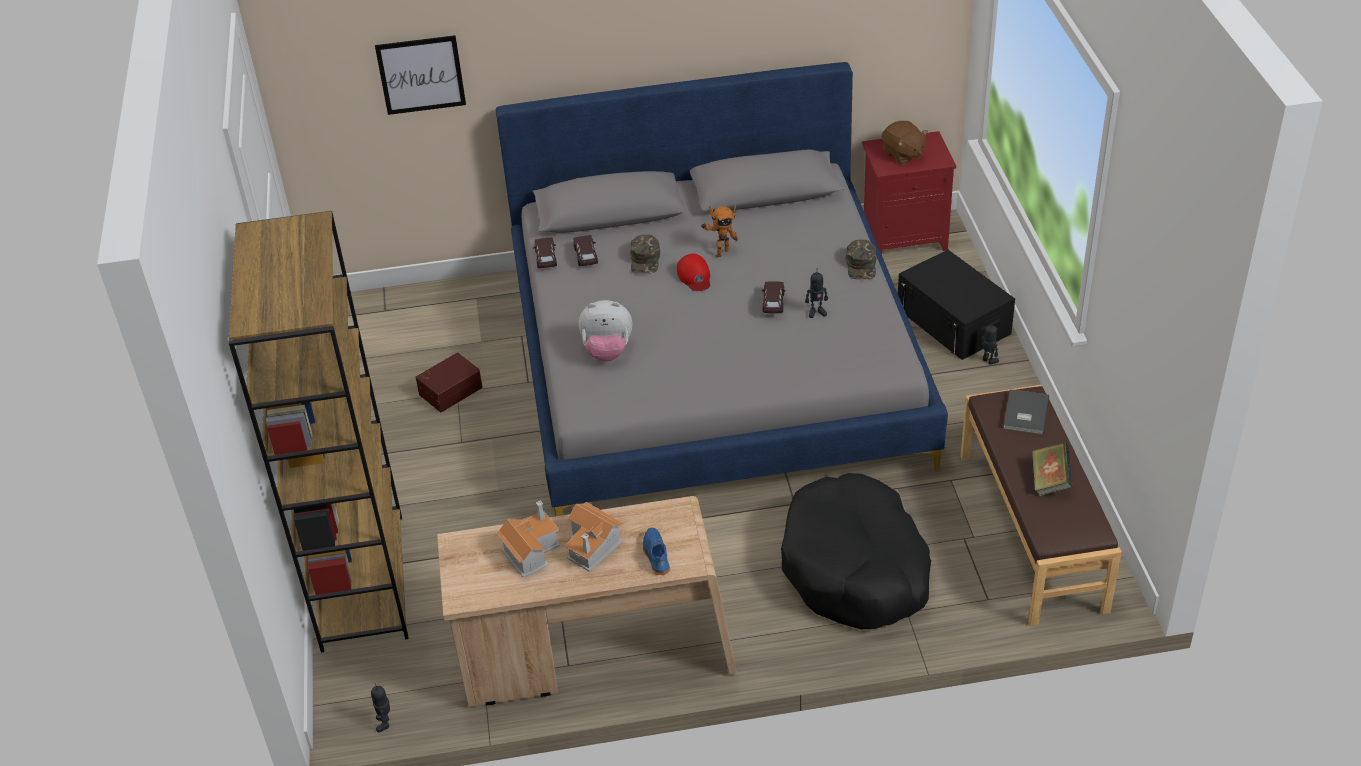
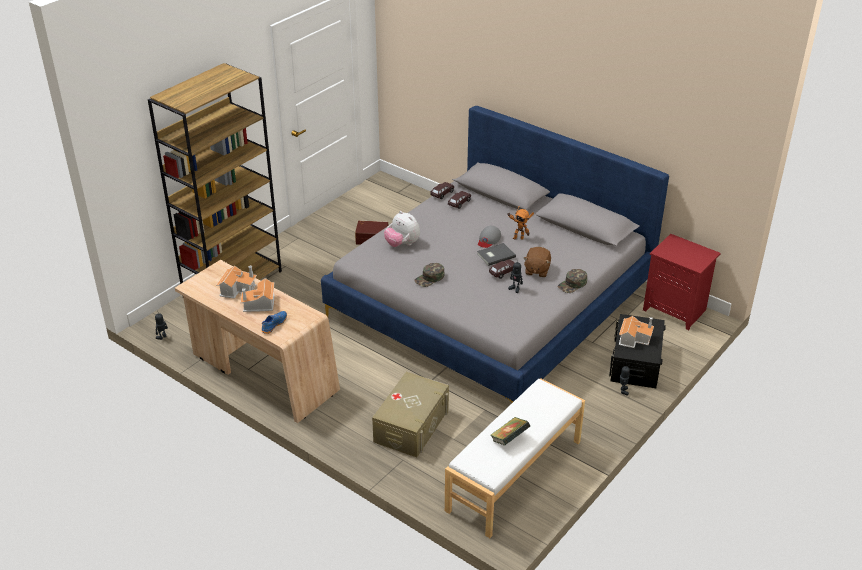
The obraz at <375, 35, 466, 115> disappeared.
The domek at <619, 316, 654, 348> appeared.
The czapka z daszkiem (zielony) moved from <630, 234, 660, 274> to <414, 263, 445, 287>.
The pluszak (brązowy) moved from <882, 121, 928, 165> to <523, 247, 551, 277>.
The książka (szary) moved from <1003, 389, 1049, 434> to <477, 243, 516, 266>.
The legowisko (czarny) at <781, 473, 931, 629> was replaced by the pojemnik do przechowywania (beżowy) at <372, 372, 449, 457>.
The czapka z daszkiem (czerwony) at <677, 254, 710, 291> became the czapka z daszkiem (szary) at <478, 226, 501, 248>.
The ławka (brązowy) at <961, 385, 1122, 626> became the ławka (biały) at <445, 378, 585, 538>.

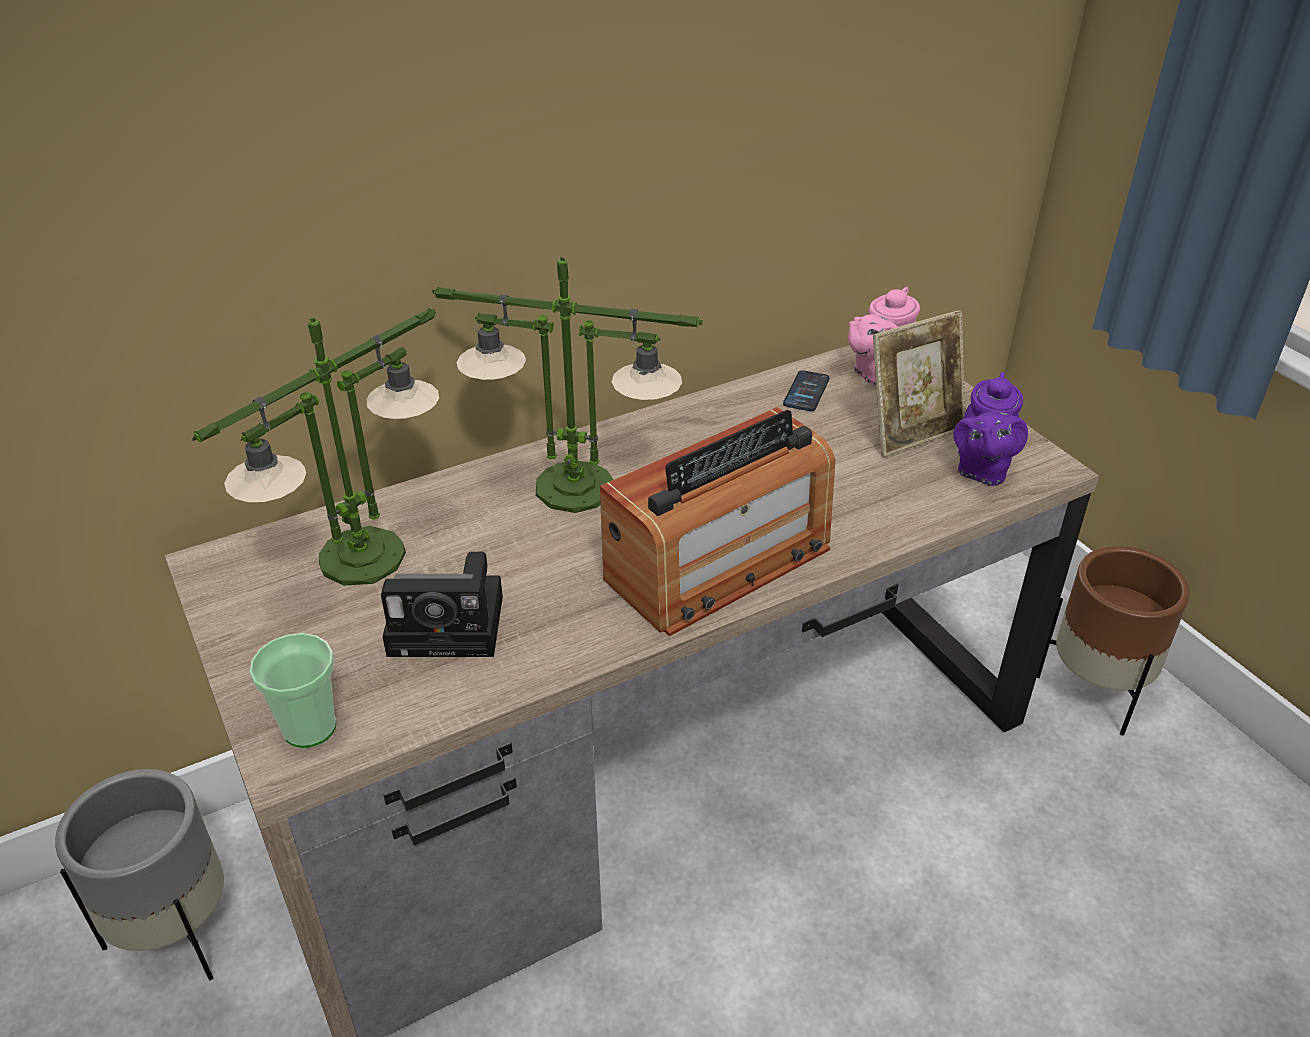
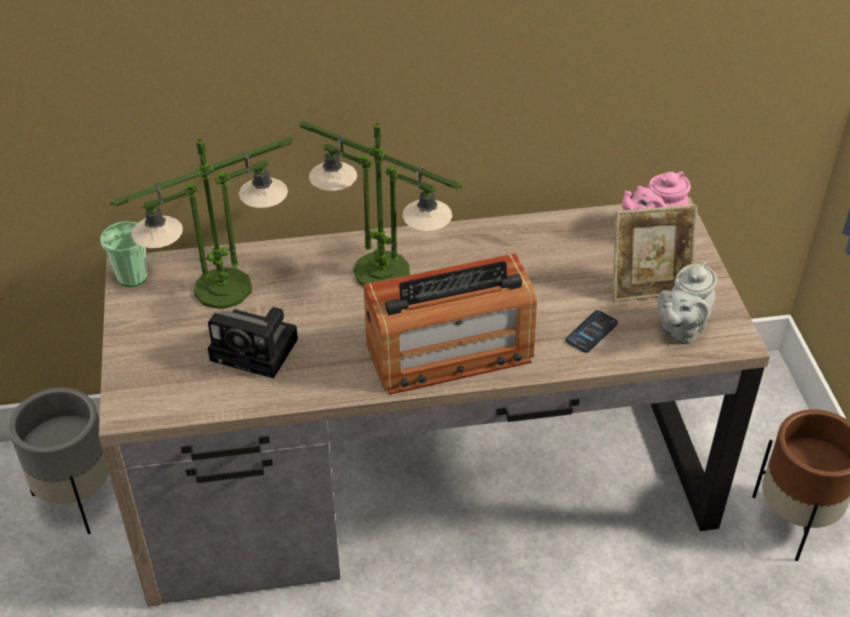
The filiżanka moved from <250, 633, 336, 748> to <101, 221, 148, 287>.
The telefon moved from <783, 370, 829, 411> to <566, 310, 618, 353>.
The imbryk (fioletowy) at <953, 372, 1028, 486> became the imbryk (szary) at <658, 262, 717, 344>.

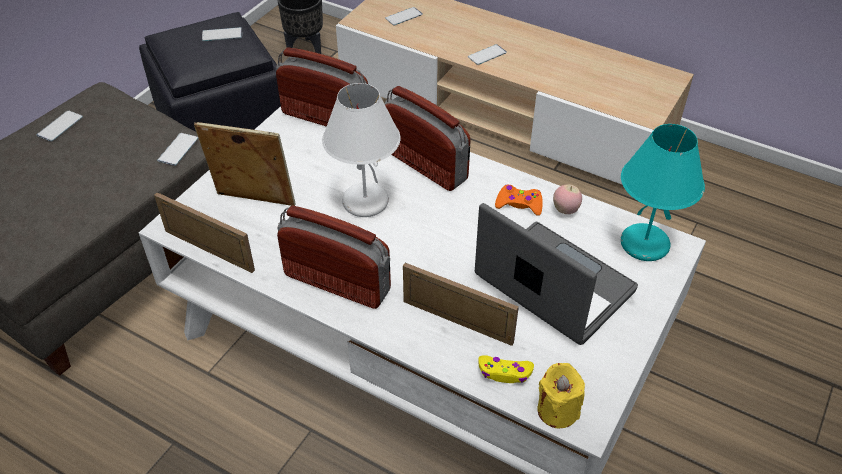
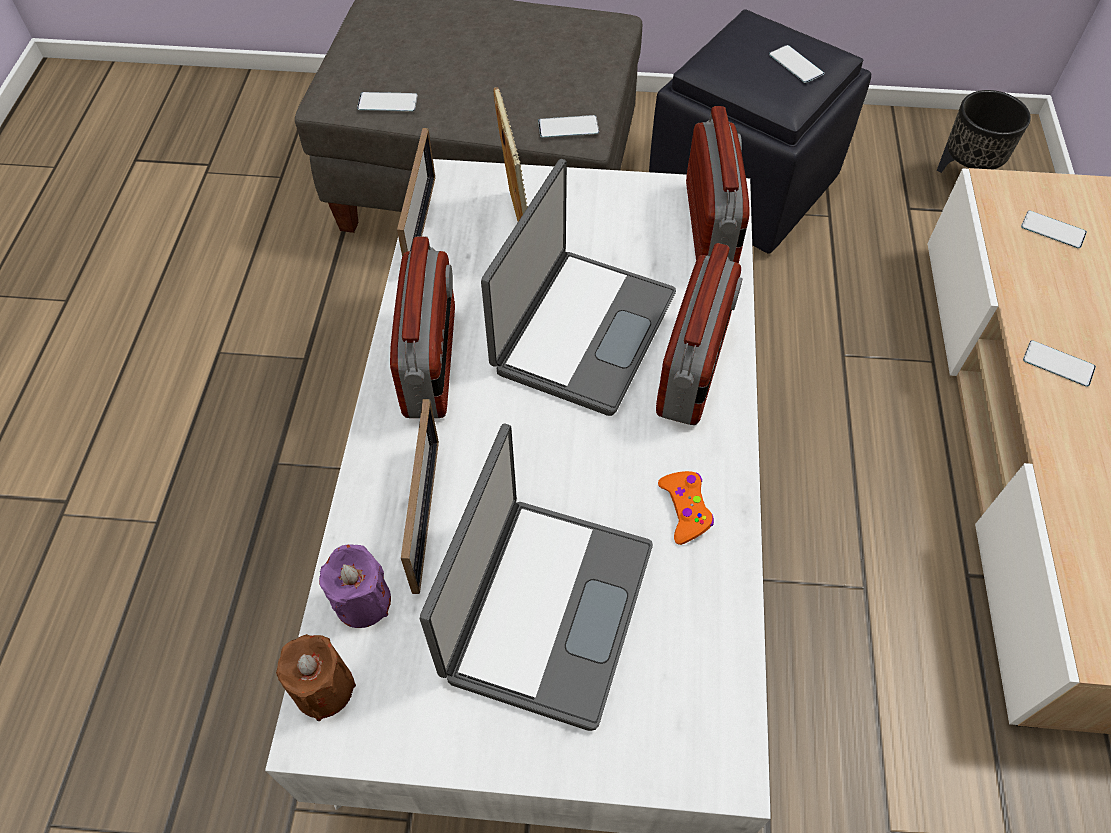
The jabłko at <553, 184, 582, 214> disappeared.
The lampa stołowa (turkusowy) at <621, 124, 705, 261> disappeared.
The telefon moved from <37, 110, 83, 142> to <357, 92, 418, 112>.
The lampa stołowa (biały) at <322, 83, 401, 217> was replaced by the laptop at <481, 159, 676, 416>.
The pad do gier (żółty) at <478, 355, 534, 383> was replaced by the świeca (fioletowy) at <319, 544, 391, 628>.
The świeca (żółty) at <537, 363, 585, 428> became the świeca (brązowy) at <276, 634, 356, 721>.

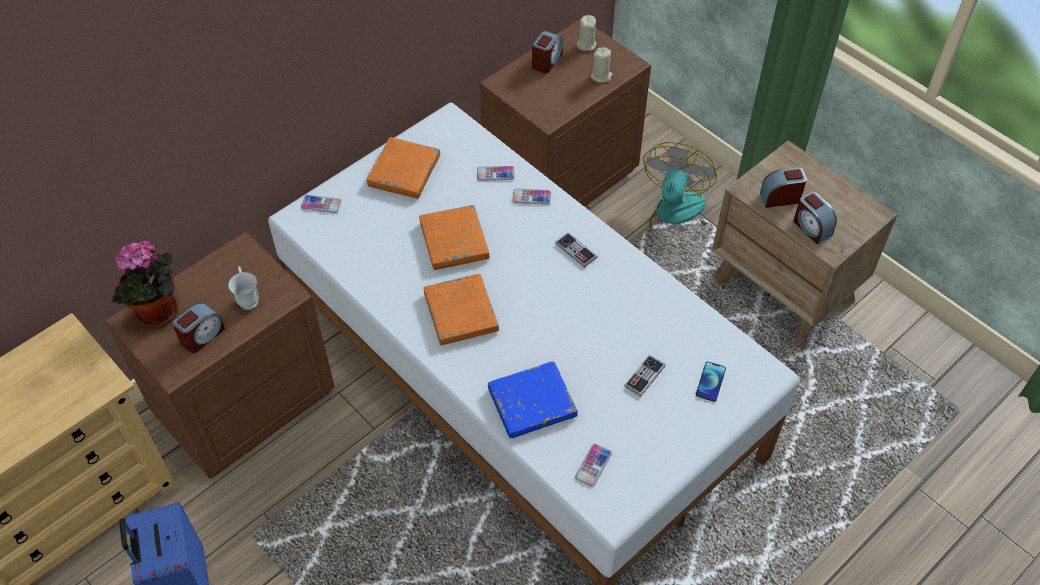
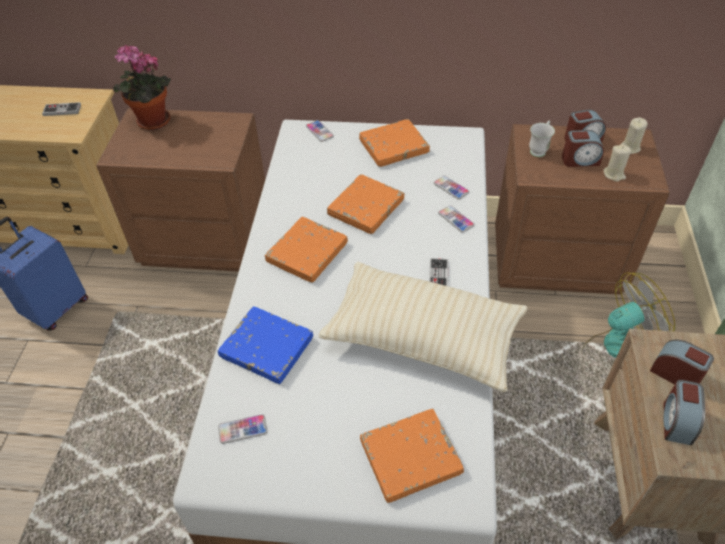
The poduszka (beżowy) at <319, 262, 527, 392> appeared.
The budzik moved from <172, 302, 225, 353> to <562, 130, 604, 167>.
The kubek (biały) moved from <228, 266, 259, 310> to <529, 120, 555, 157>.
The pad do gier moved from <624, 355, 666, 397> to <42, 102, 81, 116>.
The telefon at <696, 362, 726, 402> was replaced by the książka (pomarańczowy) at <360, 409, 464, 503>.

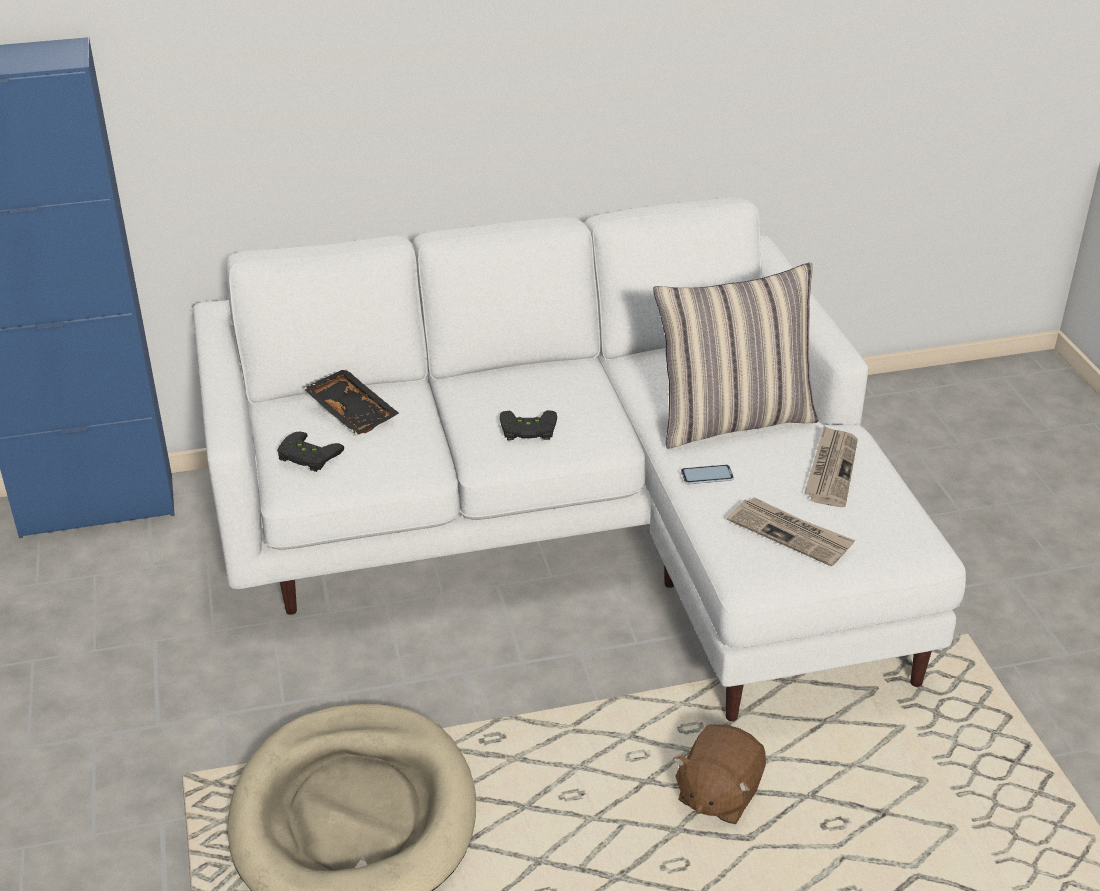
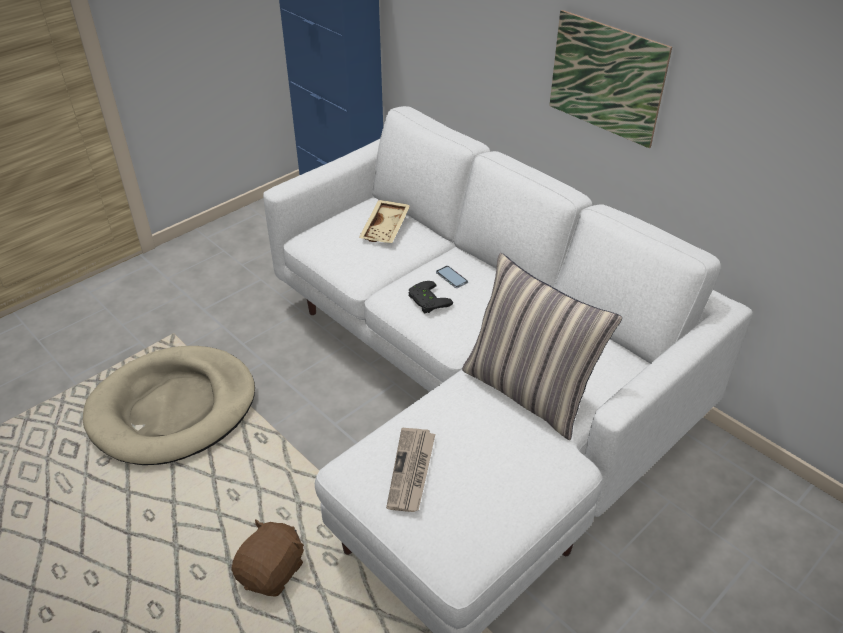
The pad do gier (czarny) at <277, 432, 344, 472> disappeared.
The gazeta at <804, 425, 858, 507> disappeared.
The obraz at <549, 10, 672, 148> appeared.
The telefon moved from <681, 465, 734, 484> to <436, 266, 468, 288>.
The taca (czarny) at <303, 369, 399, 435> became the taca (beżowy) at <359, 200, 410, 243>.
The pluszak (brązowy) at <673, 725, 766, 824> turned 120 degrees clockwise.

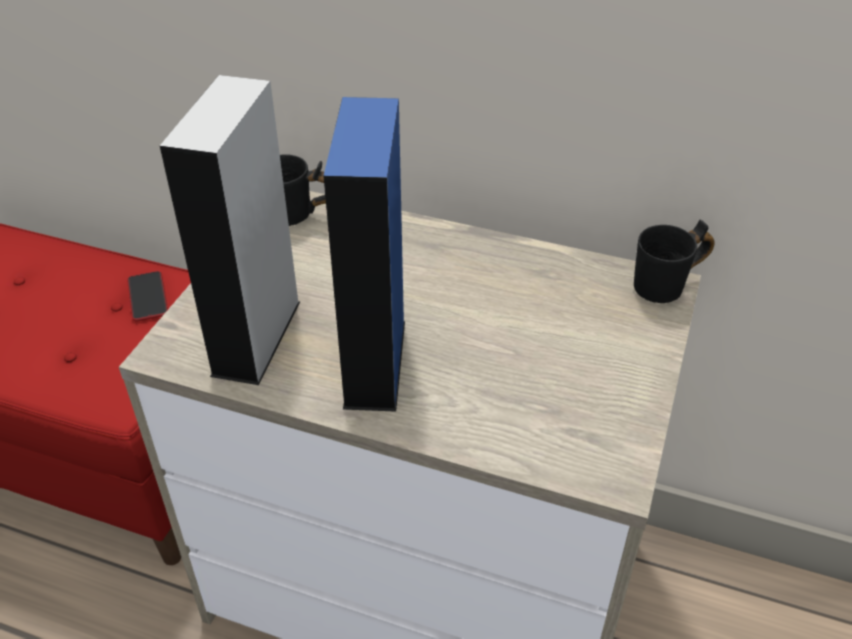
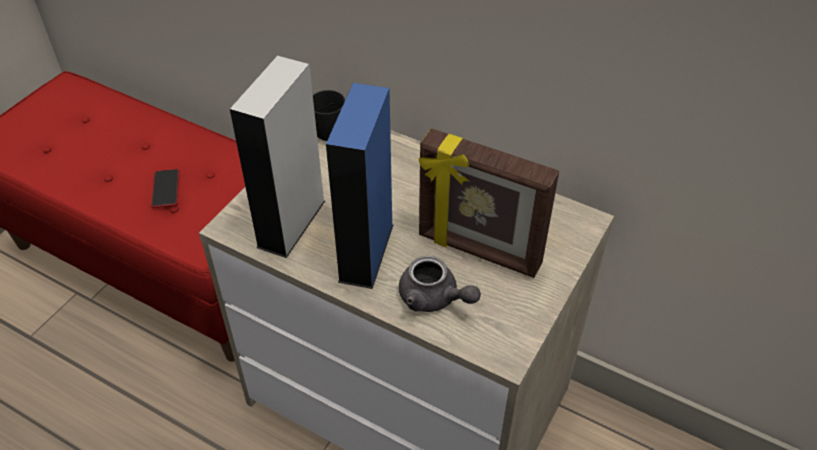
The kubek (czarny) at <634, 220, 715, 303> disappeared.
The imbryk (szary) at <399, 256, 481, 312> appeared.
The ramka na zdjęcie at <419, 128, 559, 278> appeared.
The telefon moved from <127, 271, 168, 322> to <151, 169, 180, 208>.

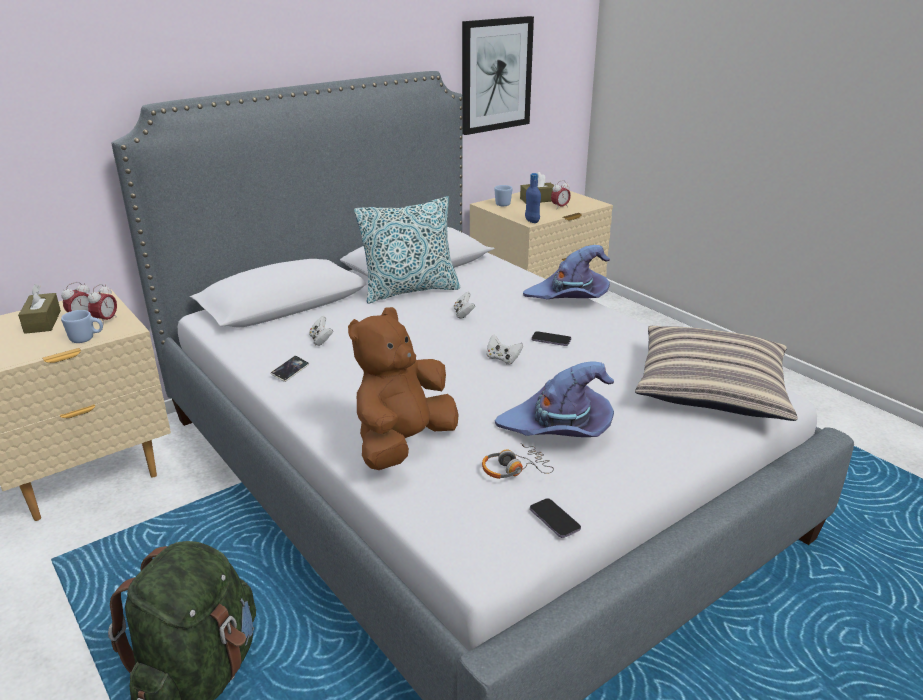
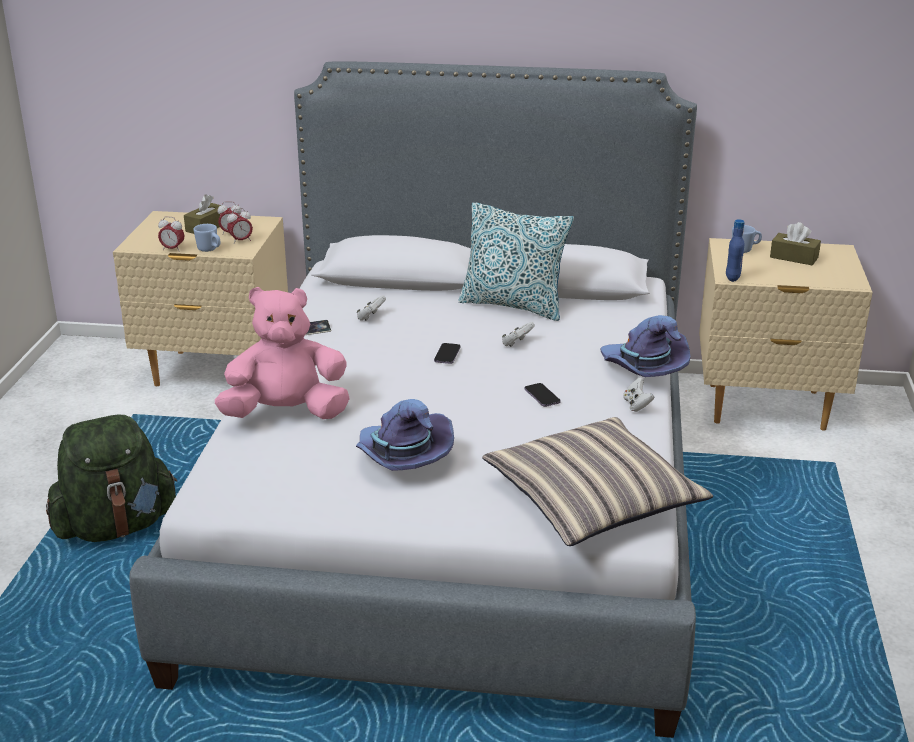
The obraz at <462, 16, 534, 135> disappeared.
The słuchawki at <482, 443, 554, 479> disappeared.
The pad do gier (biały) moved from <487, 334, 523, 365> to <623, 377, 655, 412>.
The telefon moved from <530, 498, 581, 538> to <434, 343, 460, 364>.
The budzik moved from <551, 180, 571, 208> to <158, 216, 184, 252>.
The pluszak (brązowy) at <348, 307, 459, 470> became the pluszak (różowy) at <215, 287, 350, 419>.

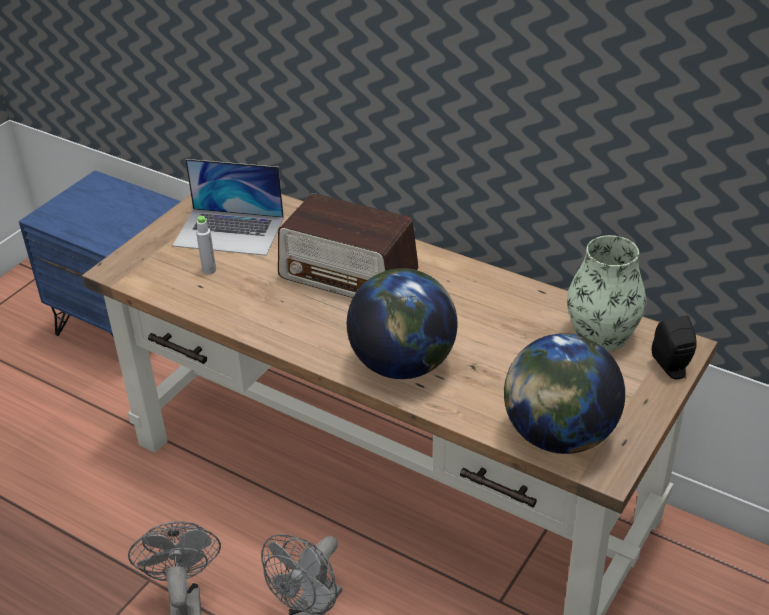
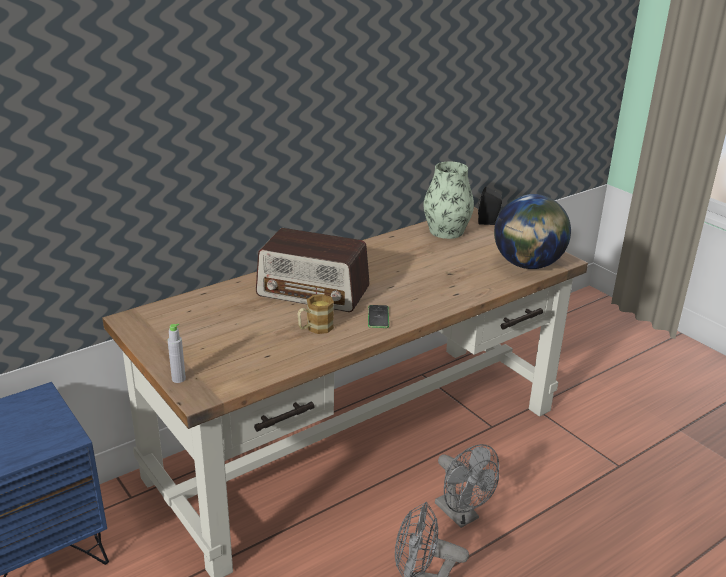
The laptop at <172, 159, 284, 256> disappeared.
The globus at <347, 268, 458, 379> disappeared.
The kubek at <297, 294, 334, 334> appeared.
The telefon at <368, 305, 389, 328> appeared.
The butelka (szary) moved from <196, 216, 216, 274> to <168, 324, 186, 383>.
The radio at <278, 193, 418, 298> turned 60 degrees clockwise.

